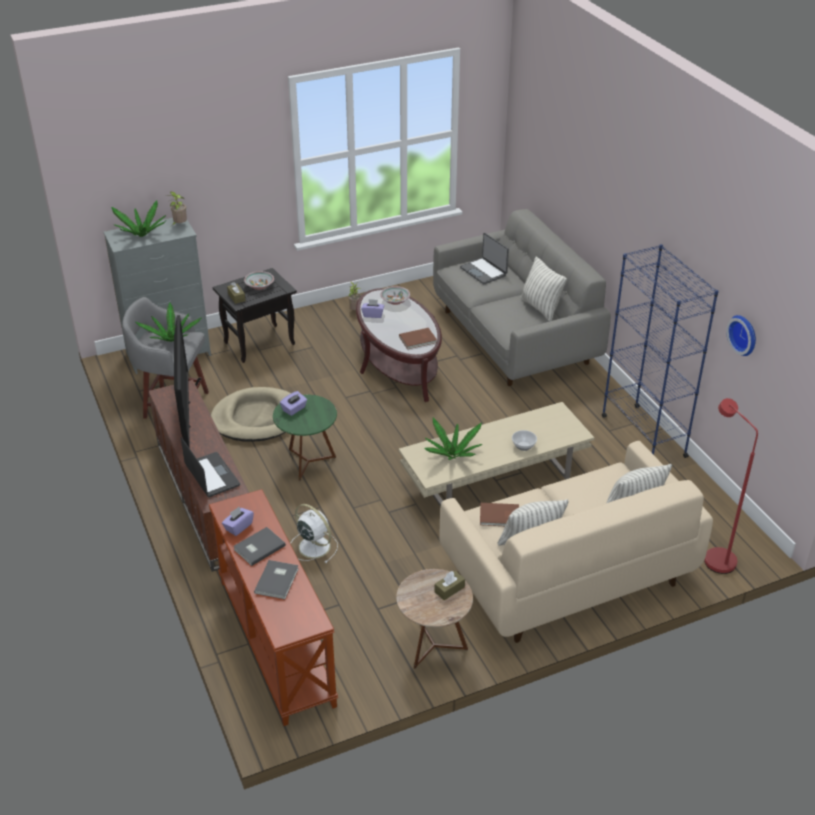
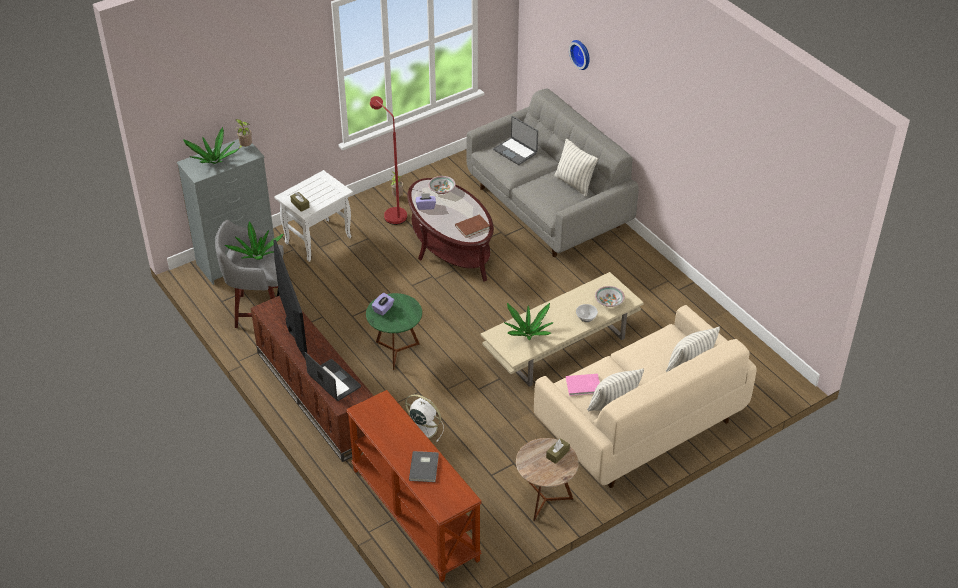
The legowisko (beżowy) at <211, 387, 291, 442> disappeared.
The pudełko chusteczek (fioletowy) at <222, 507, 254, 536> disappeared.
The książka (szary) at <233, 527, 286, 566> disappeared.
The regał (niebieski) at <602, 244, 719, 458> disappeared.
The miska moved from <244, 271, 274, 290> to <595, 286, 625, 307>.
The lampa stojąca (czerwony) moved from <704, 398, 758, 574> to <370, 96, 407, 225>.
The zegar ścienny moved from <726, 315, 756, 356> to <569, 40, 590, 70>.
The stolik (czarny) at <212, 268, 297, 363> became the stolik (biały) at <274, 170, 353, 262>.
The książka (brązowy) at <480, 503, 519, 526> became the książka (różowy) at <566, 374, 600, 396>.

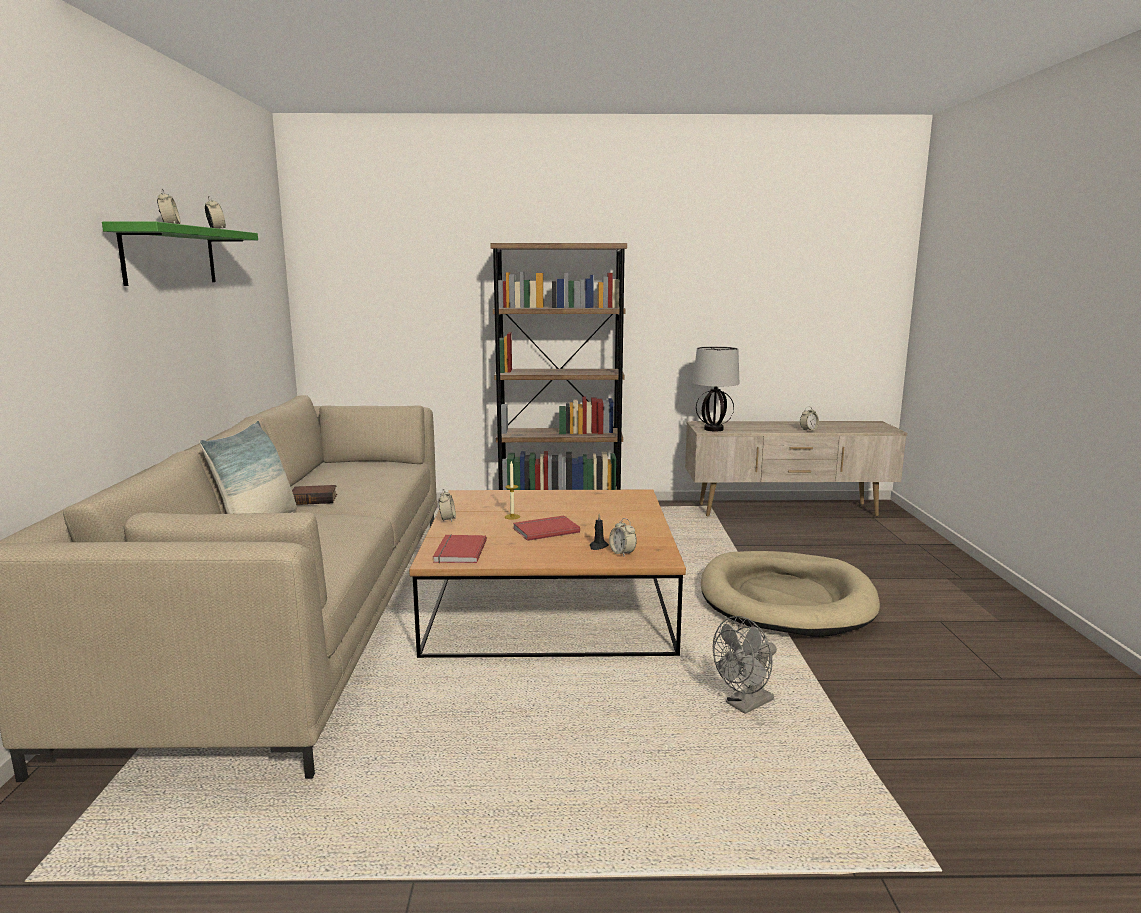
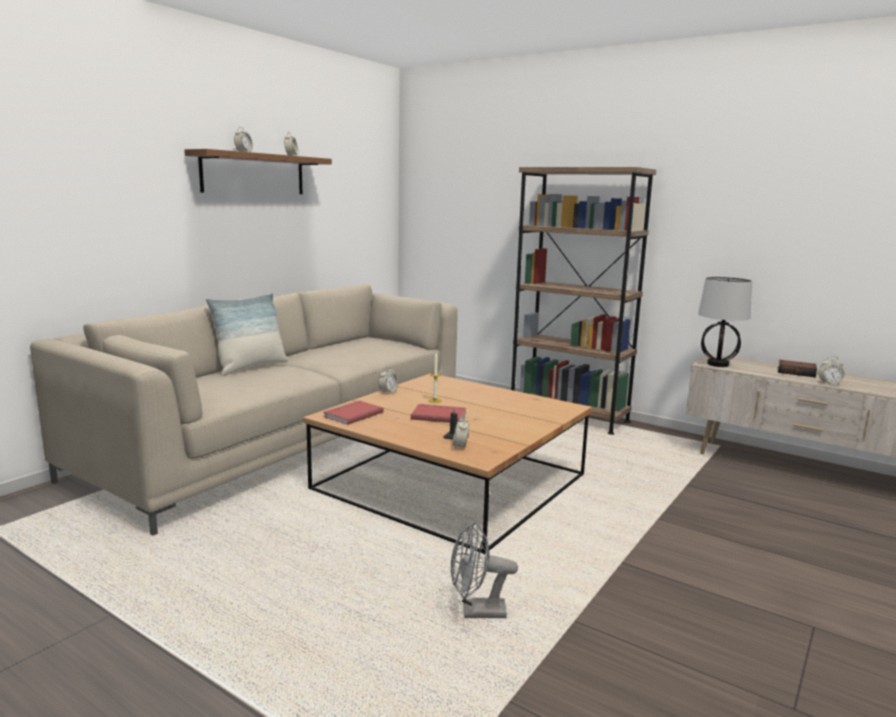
The legowisko (beżowy) at <701, 551, 880, 637> disappeared.
The książka moved from <292, 485, 337, 505> to <778, 360, 817, 377>.
The półka (zielony) at <102, 221, 258, 286> became the półka (brązowy) at <184, 149, 332, 194>.

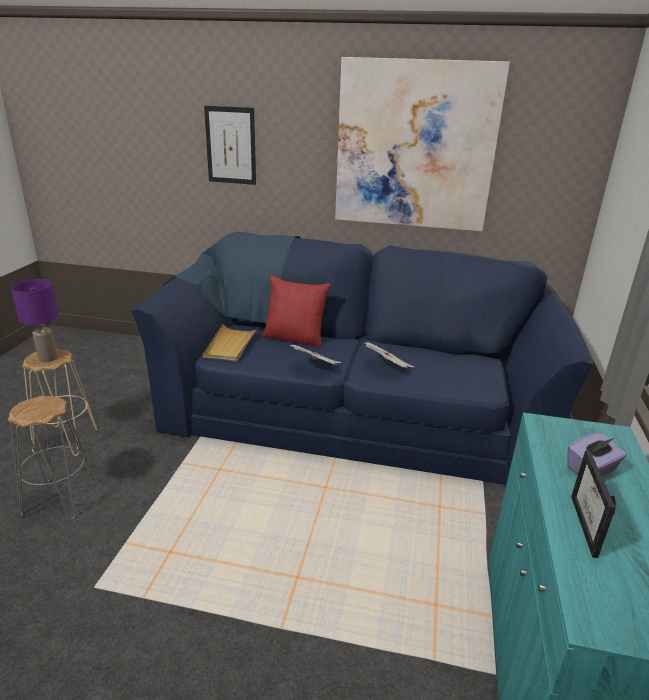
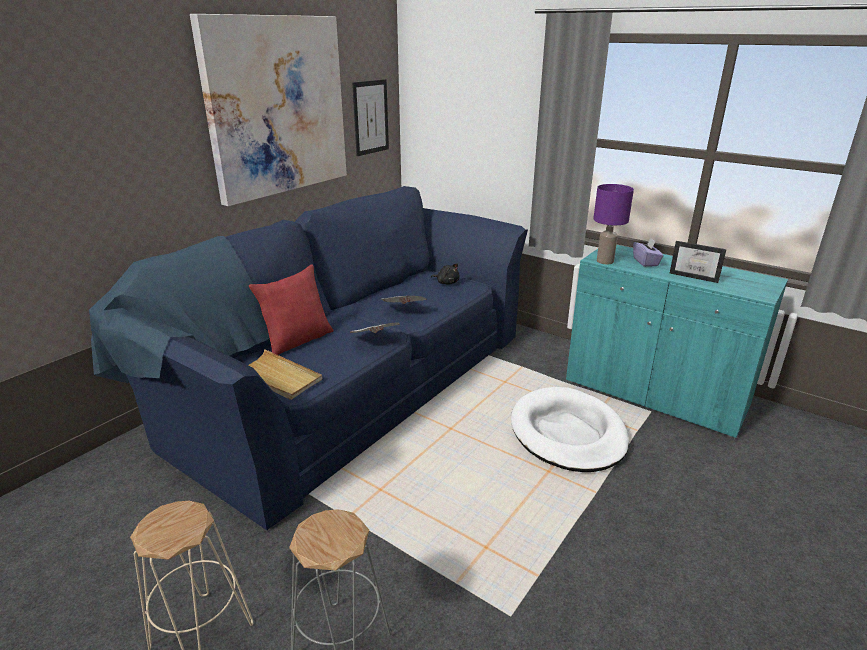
The pluszak (czarny) at <431, 264, 460, 285> appeared.
The legowisko (biały) at <511, 387, 629, 472> appeared.
The lampa stołowa (fioletowy) moved from <11, 279, 59, 362> to <593, 184, 634, 264>.
The obraz moved from <204, 106, 256, 185> to <352, 79, 389, 156>.

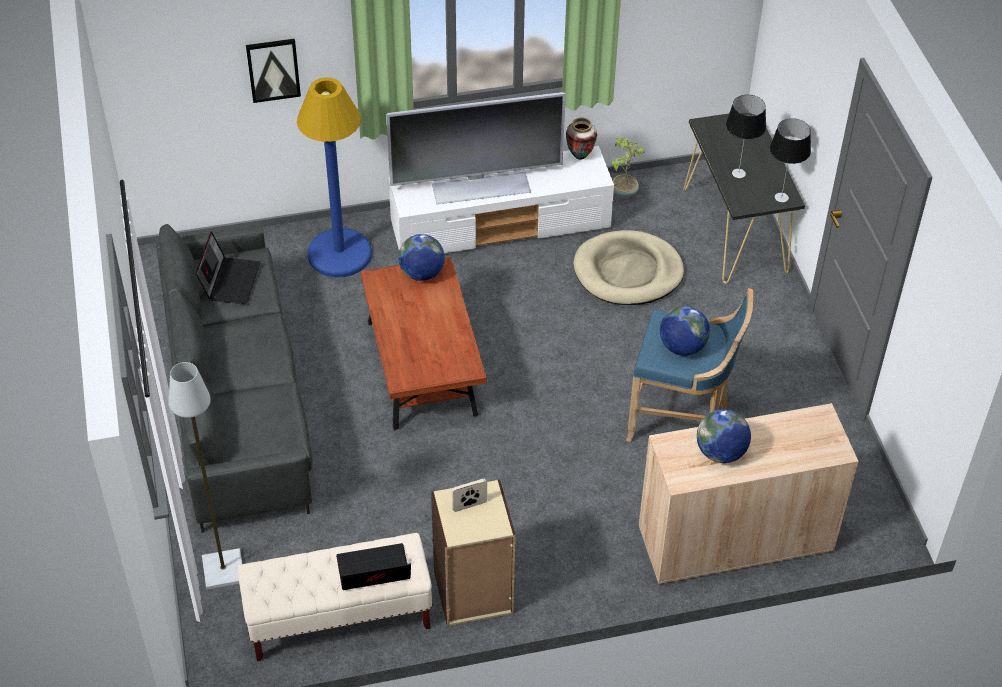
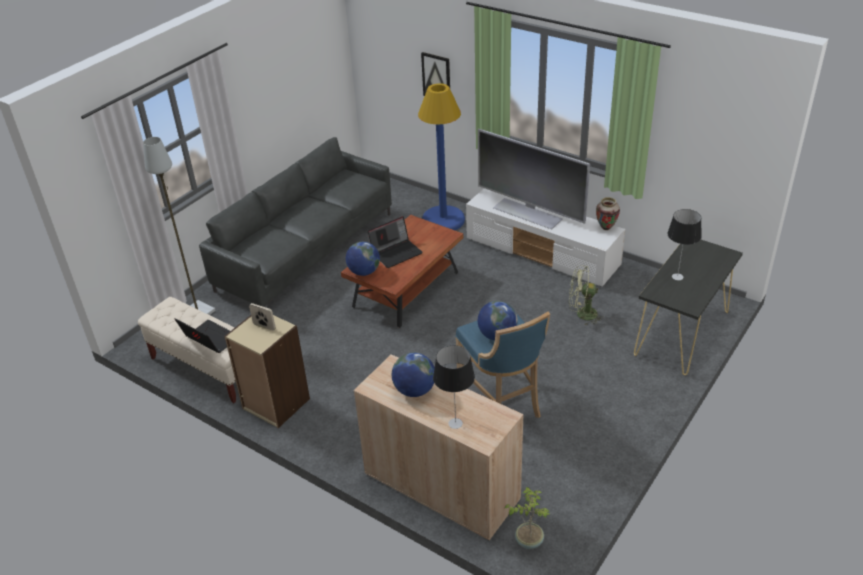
The laptop moved from <195, 231, 261, 304> to <368, 216, 423, 268>.
The globus moved from <398, 234, 445, 281> to <346, 242, 380, 276>.
The roślina doniczkowa moved from <610, 138, 645, 198> to <505, 487, 550, 549>.
The lampa stołowa moved from <770, 118, 811, 202> to <433, 345, 475, 429>.
The legowisko (beżowy) at <573, 230, 684, 305> was replaced by the wentylator (zielony) at <569, 265, 604, 325>.

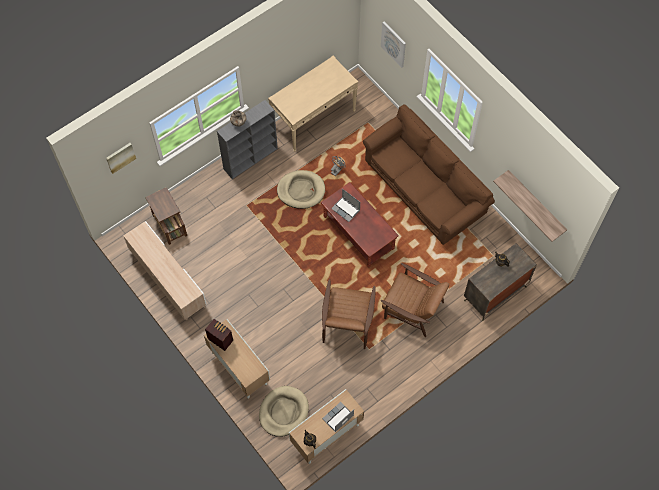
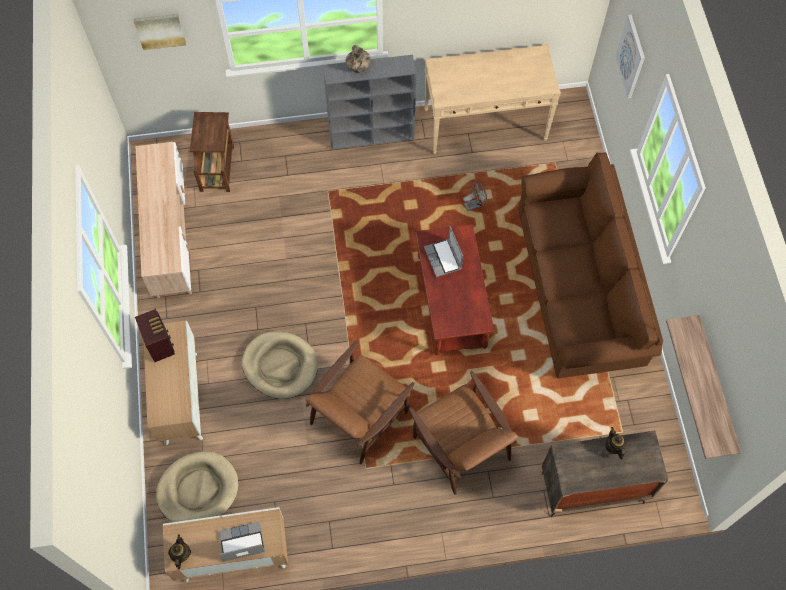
The legowisko (beżowy) moved from <277, 170, 325, 209> to <242, 331, 318, 399>.

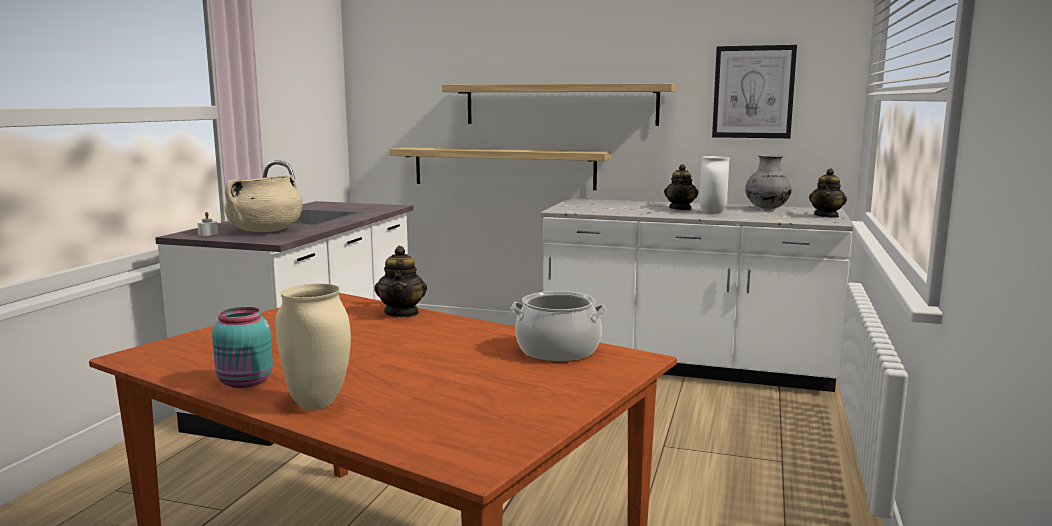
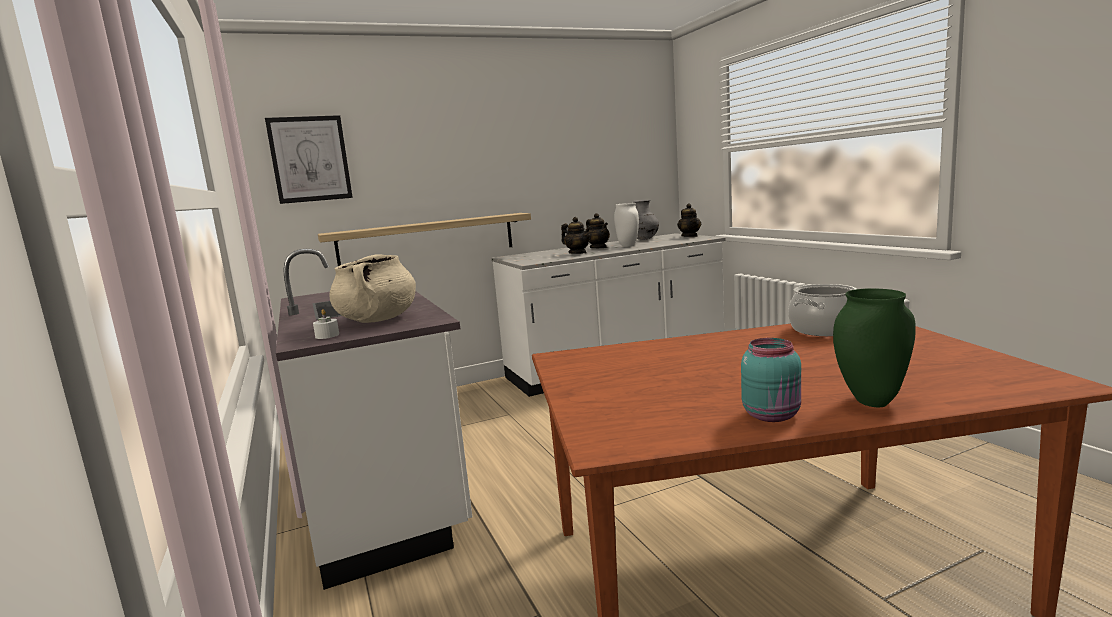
The półka at <442, 83, 676, 126> disappeared.
The imbryk moved from <374, 246, 427, 317> to <561, 217, 591, 254>.
The obraz moved from <712, 45, 797, 138> to <265, 115, 353, 204>.
The wazon (beżowy) at <276, 284, 351, 411> became the wazon (zielony) at <833, 288, 916, 407>.

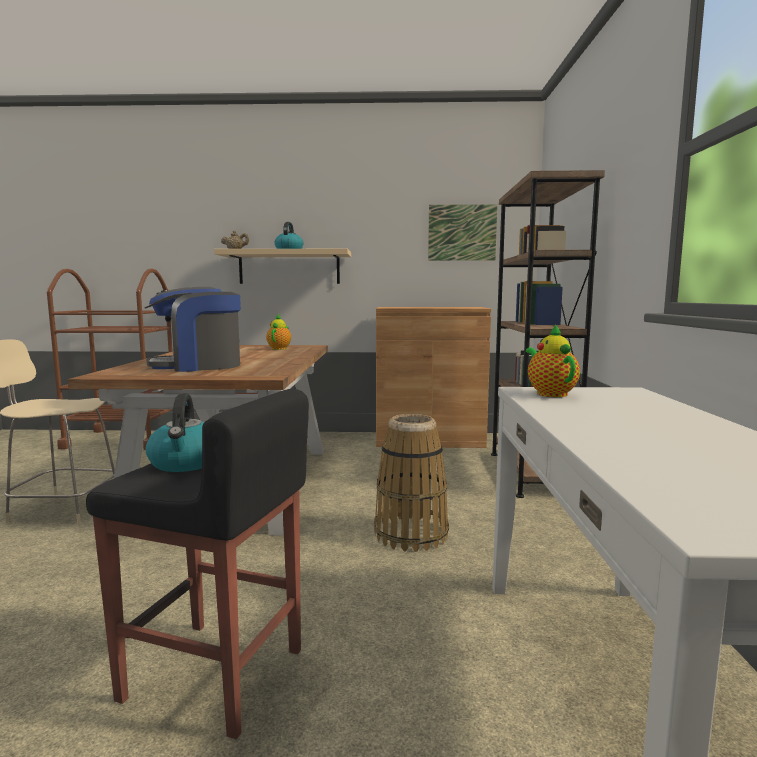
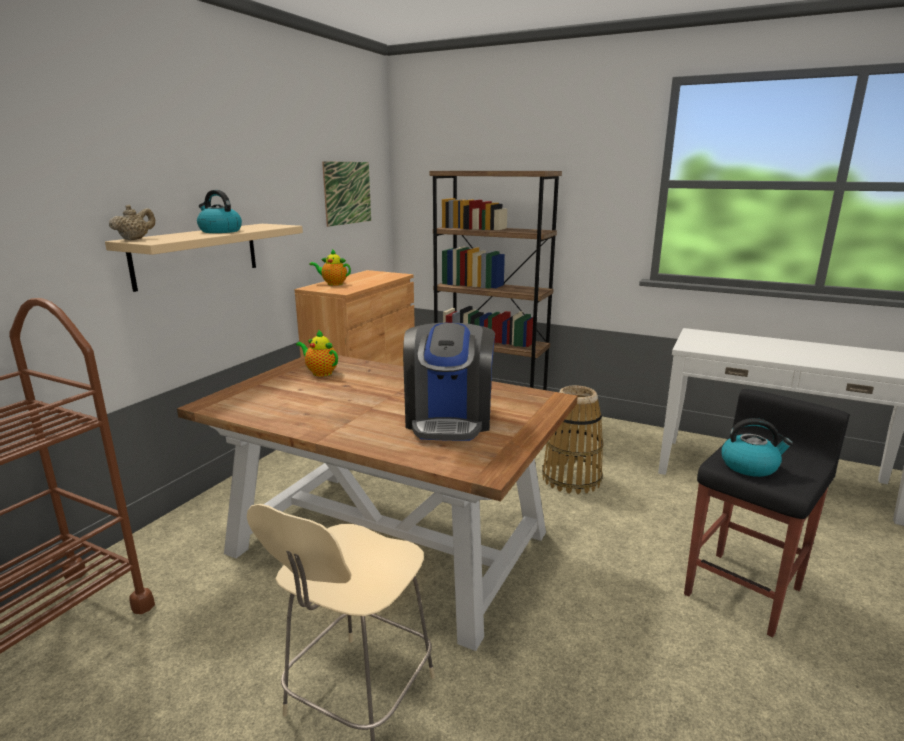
The imbryk moved from <526, 324, 580, 397> to <309, 249, 351, 286>.

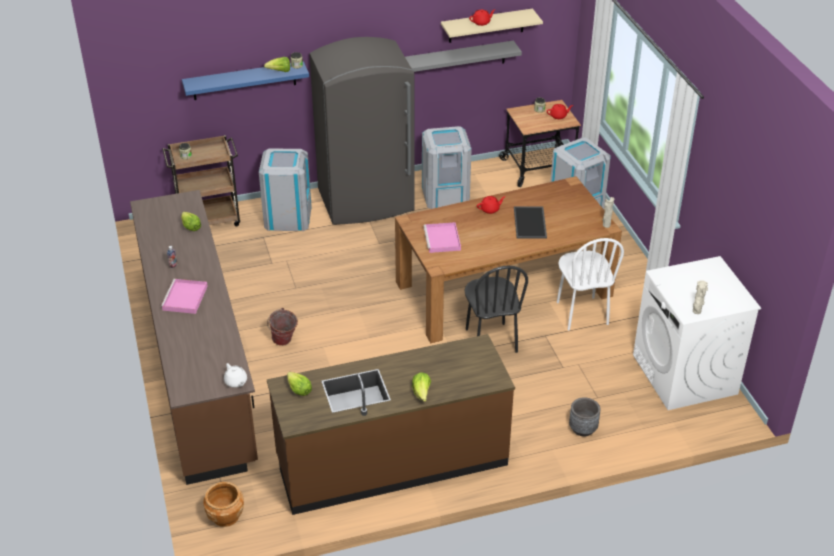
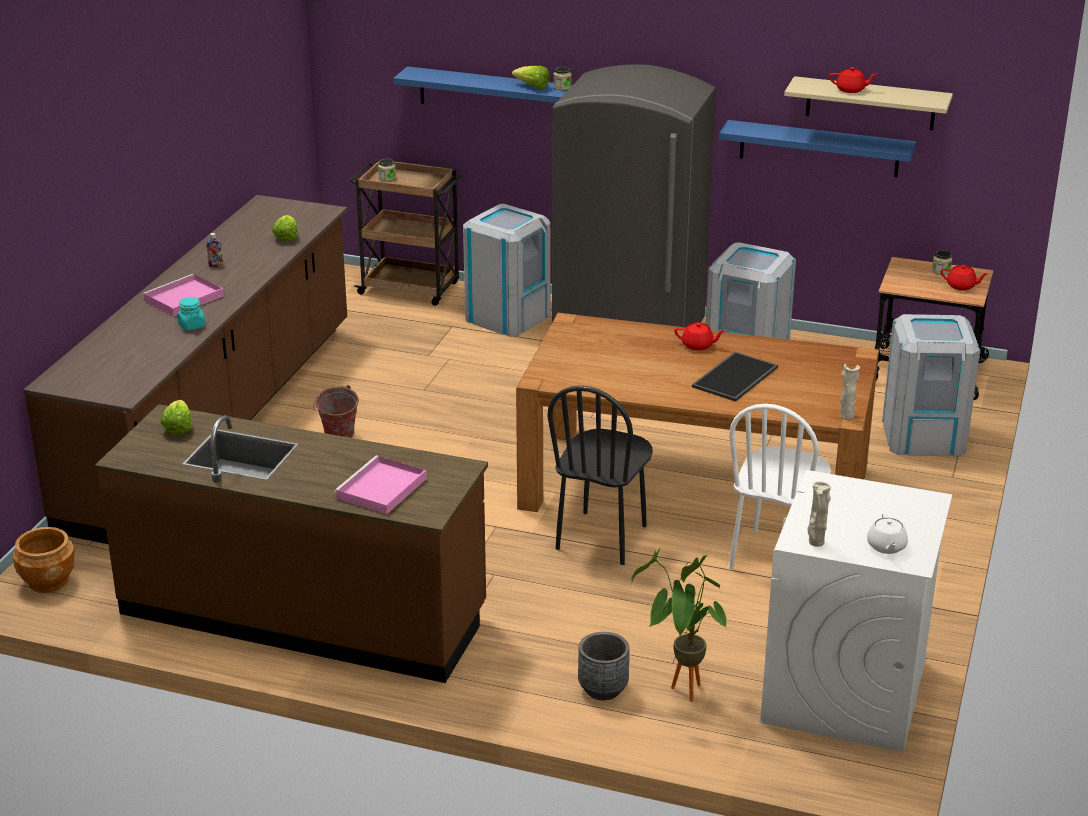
The sałata at <412, 372, 431, 402> disappeared.
The słoik (turkusowy) at <177, 297, 206, 331> appeared.
The roślina doniczkowa at <631, 547, 727, 702> appeared.
The imbryk (biały) moved from <224, 363, 247, 388> to <867, 513, 908, 554>.
The taca (różowy) moved from <423, 222, 461, 253> to <334, 456, 427, 514>.
The półka (szary) at <405, 41, 522, 72> became the półka (niebieski) at <719, 120, 916, 177>.

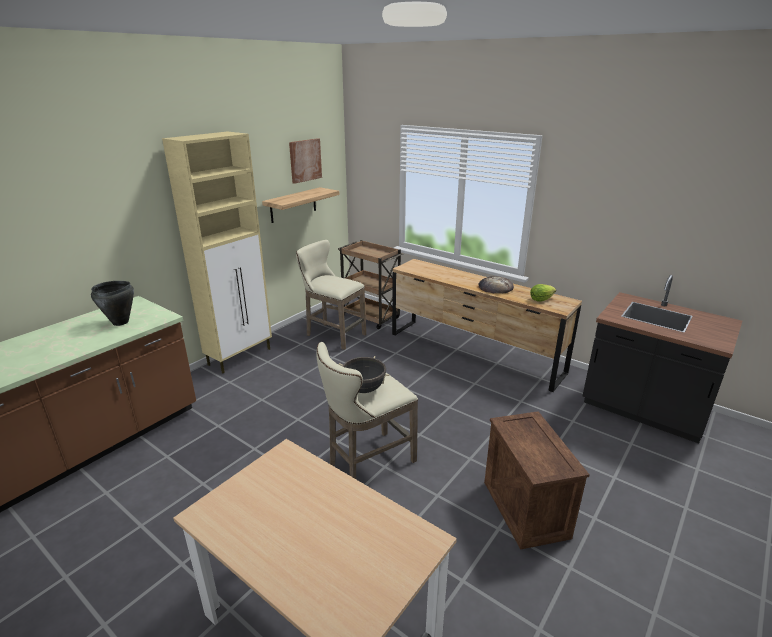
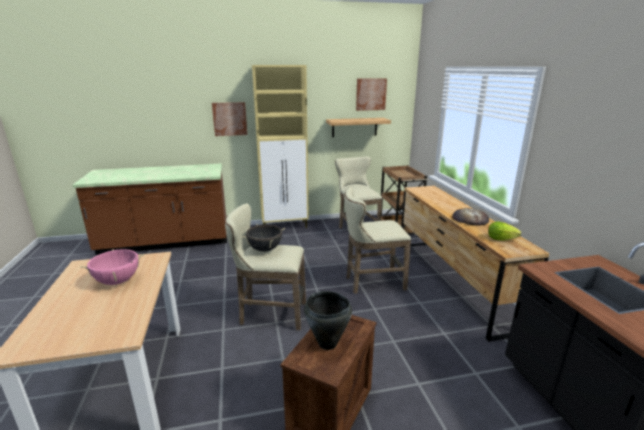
The garnek (różowy) at <81, 249, 144, 285> appeared.
The obraz at <212, 102, 247, 136> appeared.
The stołek (beżowy) at <344, 187, 411, 294> appeared.
The garnek (czarny) moved from <91, 281, 134, 326> to <304, 291, 352, 350>.

